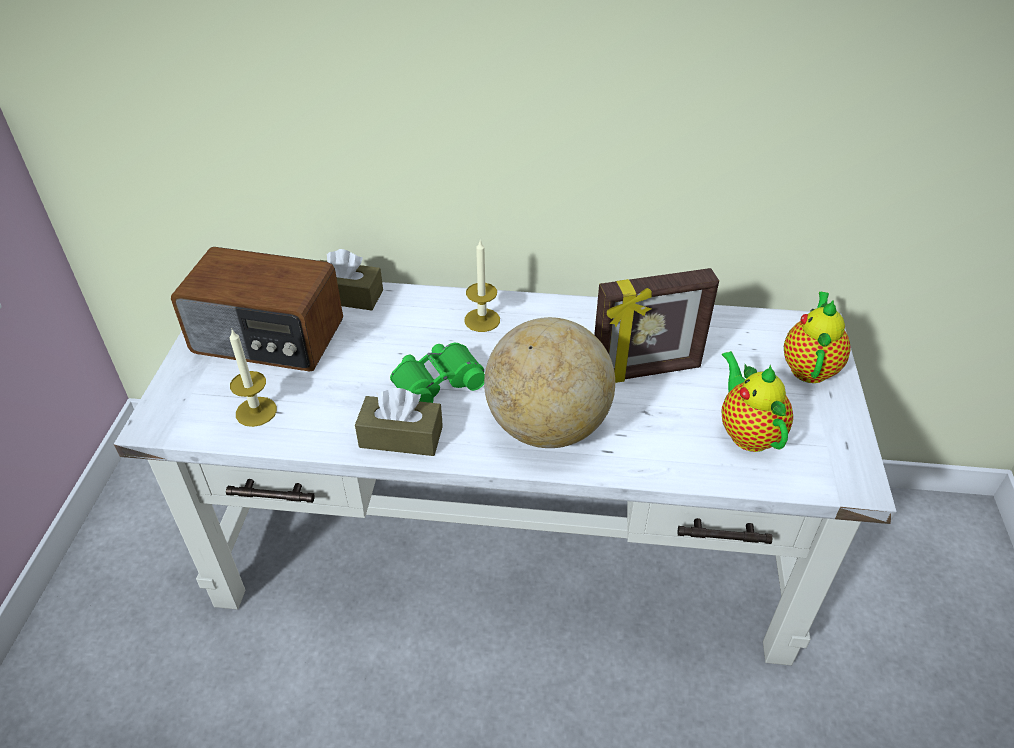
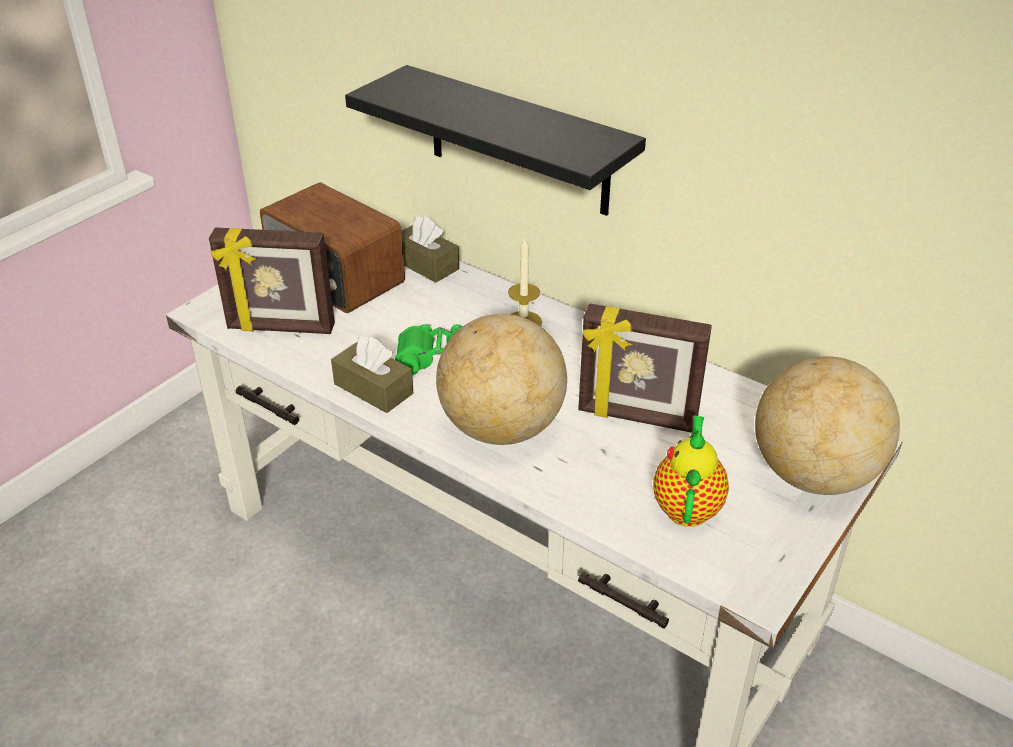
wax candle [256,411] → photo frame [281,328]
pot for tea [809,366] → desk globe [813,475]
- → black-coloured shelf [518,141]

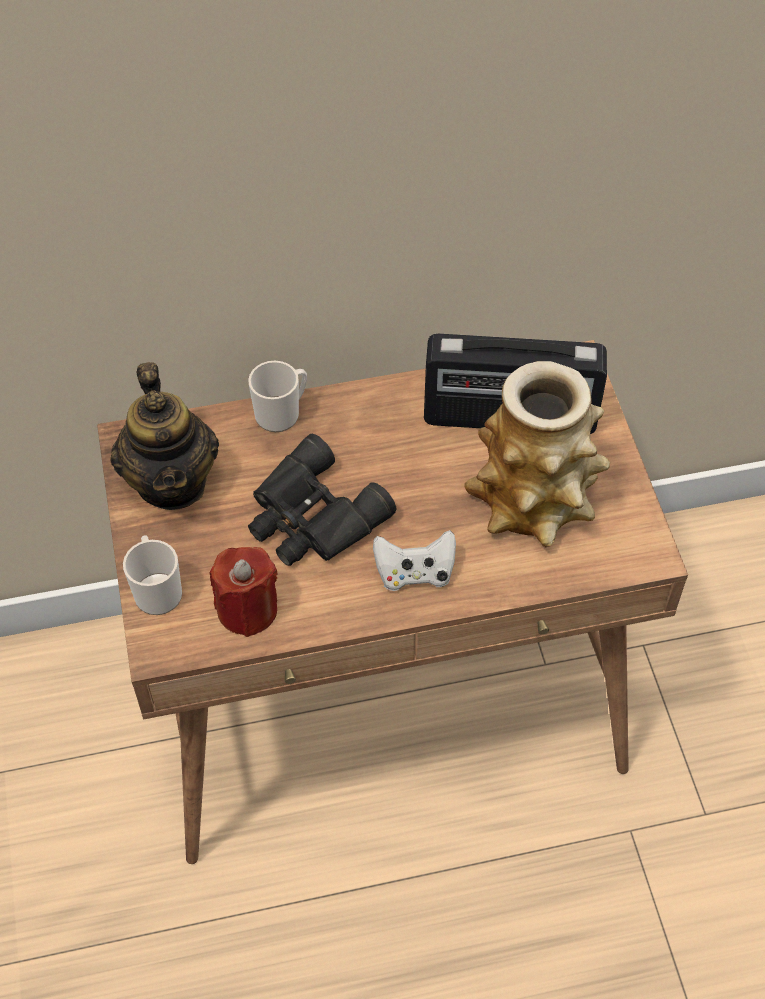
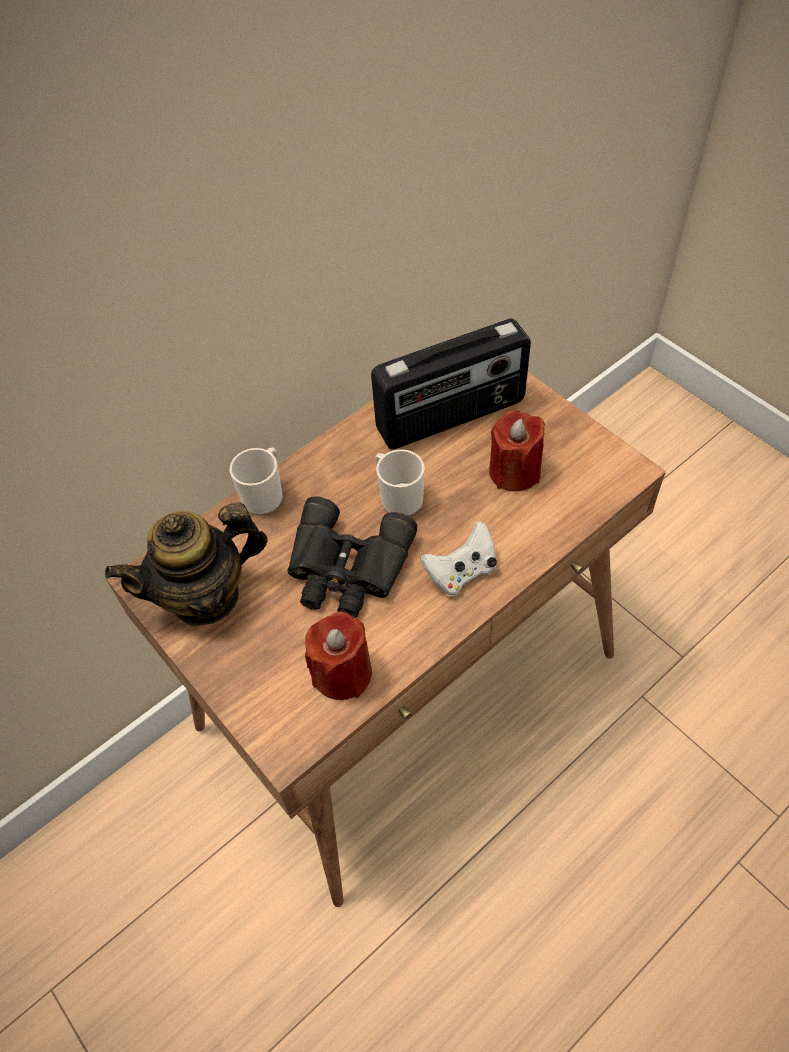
pot for tea [172,482] → pot for tea [206,596], 105 degrees clockwise
tea mug [157,590] → tea mug [398,498], relocated
decorative vase [533,502] → red-coloured wax candle [514,472]

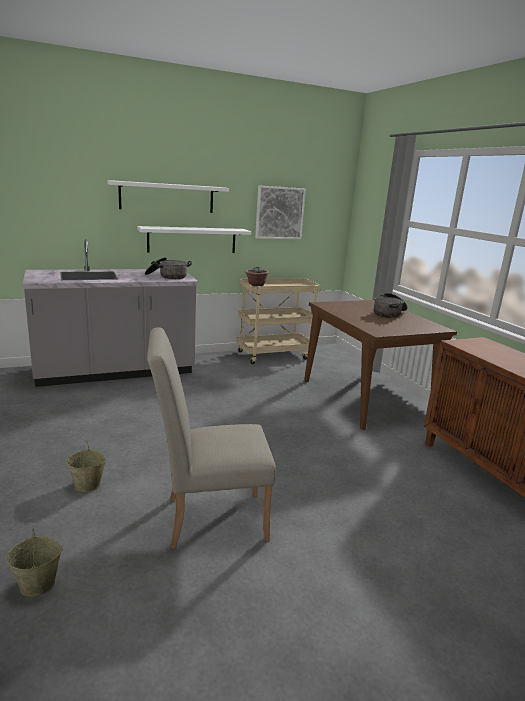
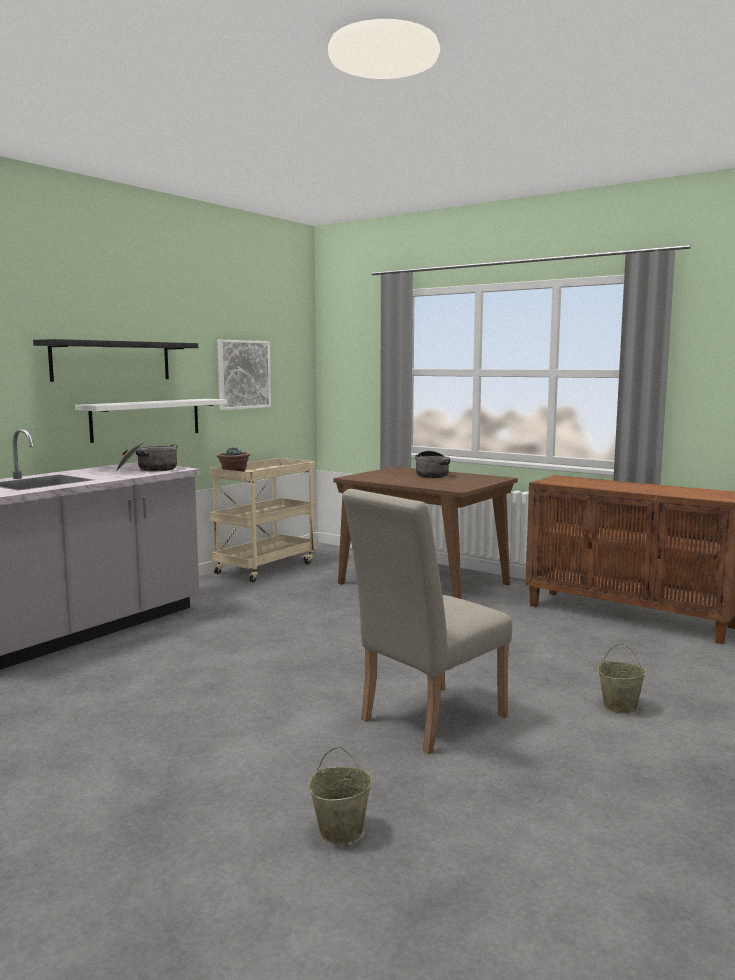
beige bucket [88,485] → beige bucket [620,706], relocated
whitish shelf [167,197] → black-coloured shelf [112,361]

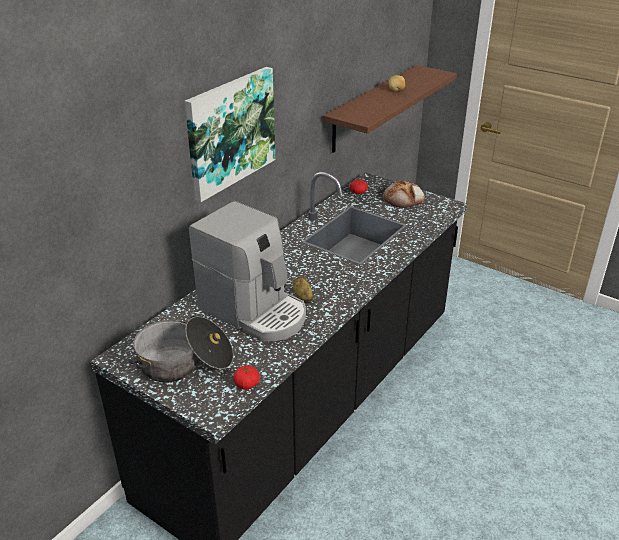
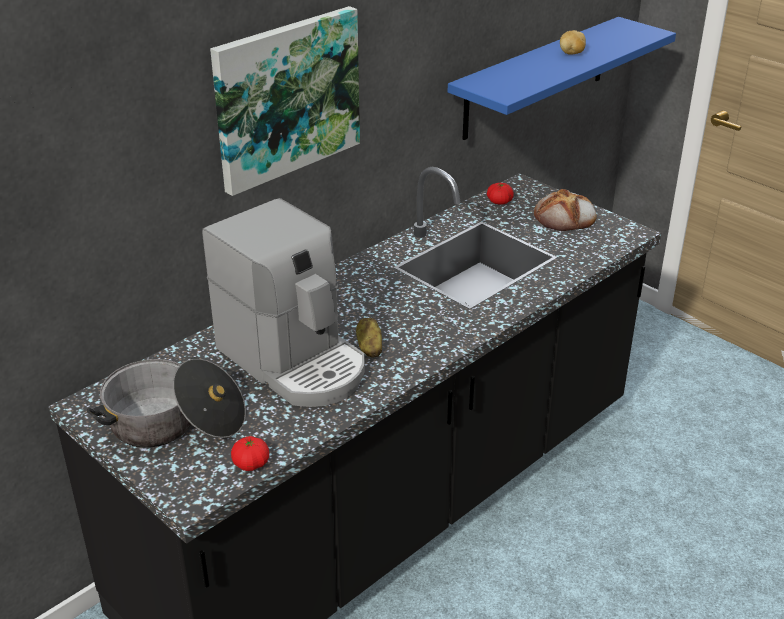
brown-coloured shelf [372,108] → blue-coloured shelf [536,78]

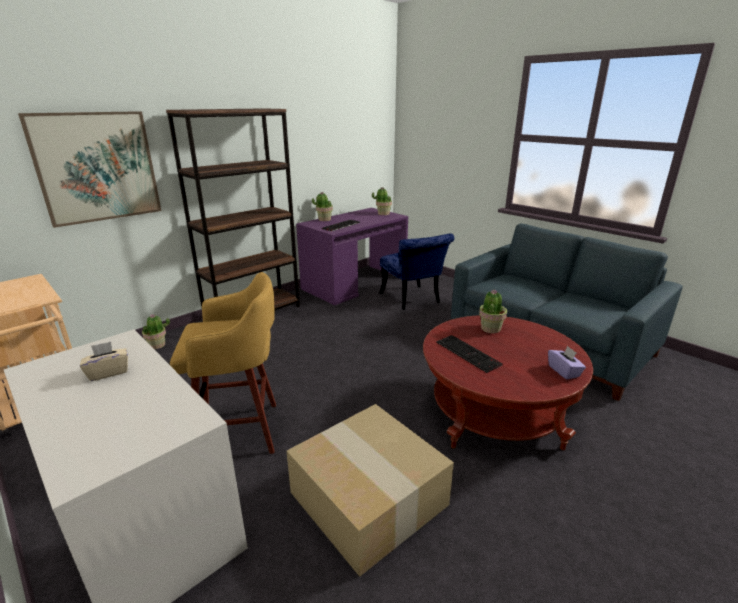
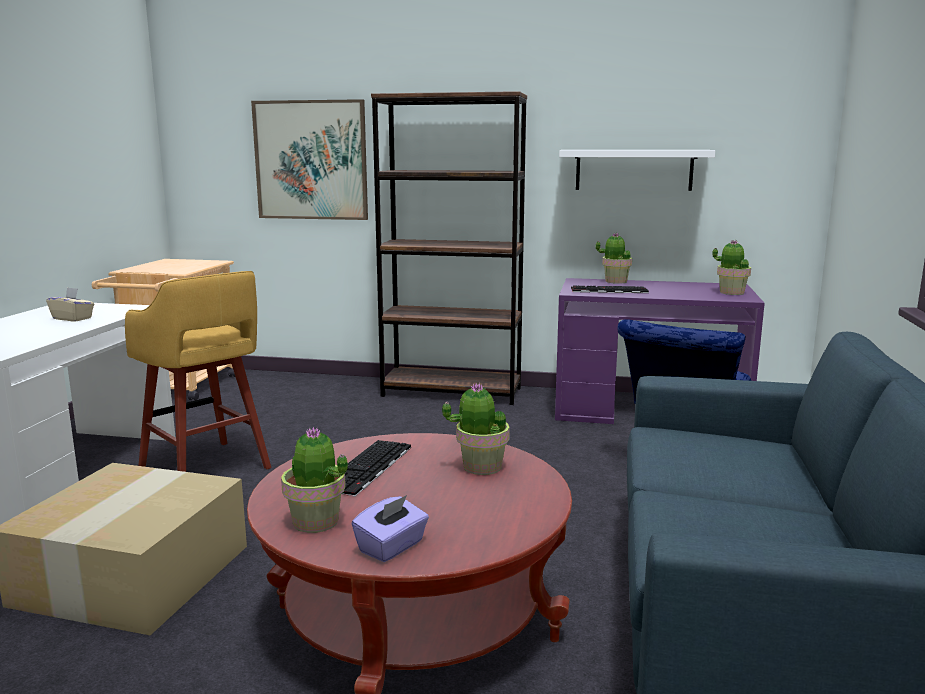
houseplant [157,345] → houseplant [316,522], relocated
- → whitish shelf [634,170]

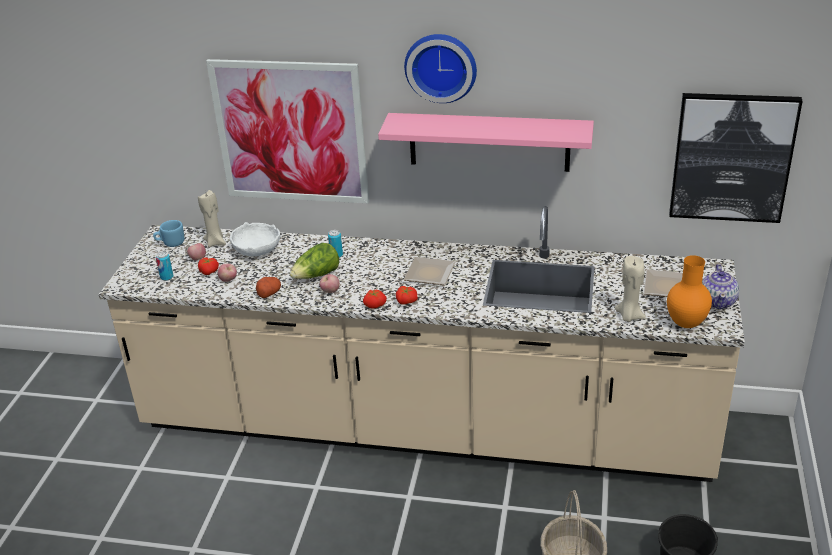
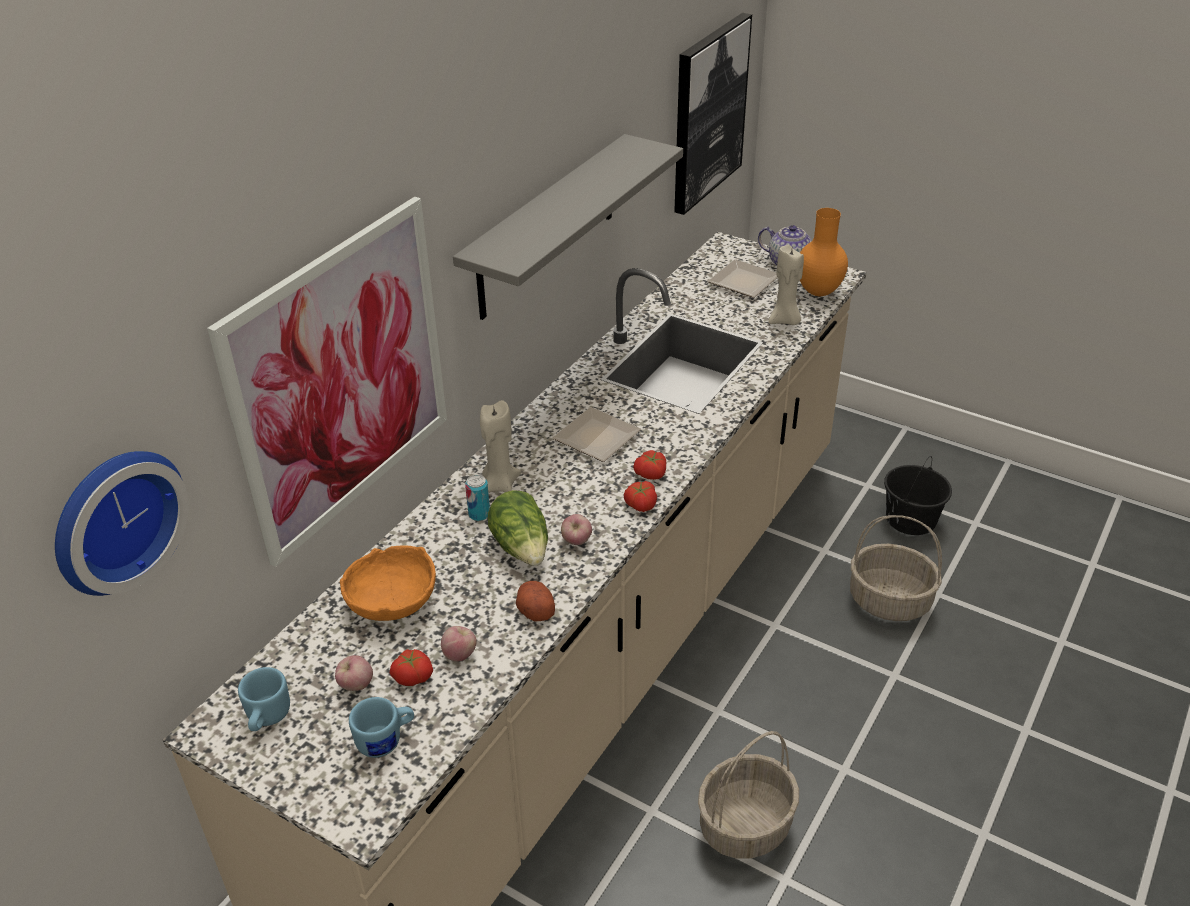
sealed can [167,277] → blue-coloured tea mug [386,740]
beige wax candle [215,242] → beige wax candle [499,484], relocated
whitish bowl [257,250] → orange-coloured bowl [391,601]
pink shelf [489,142] → grey shelf [547,227]
hanging clock [441,66] → hanging clock [113,518], relocated
- → basket [745,826]

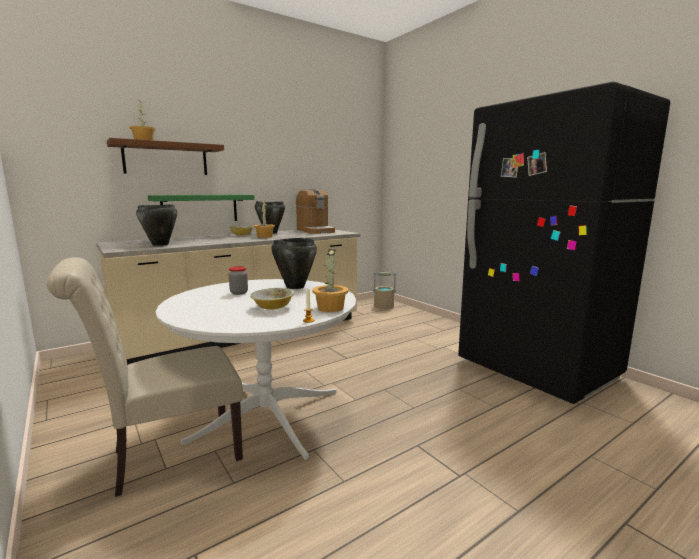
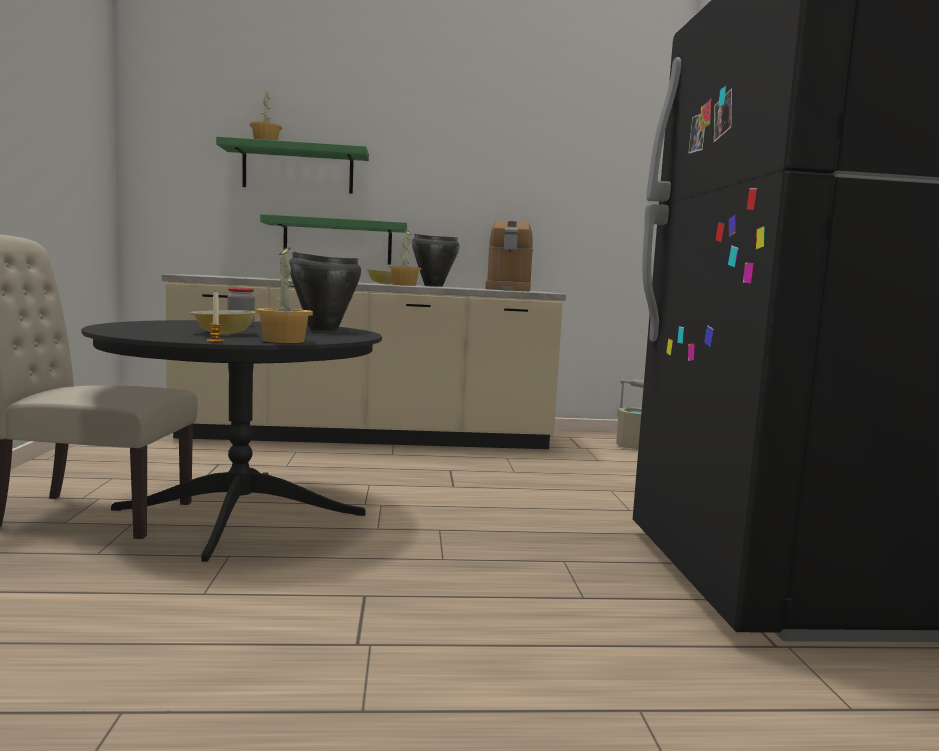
brown-coloured shelf [166,159] → green-coloured shelf [298,169]
black-coloured stockpot [160,244] → -
whitish kitchen table [266,415] → black-coloured kitchen table [240,512]

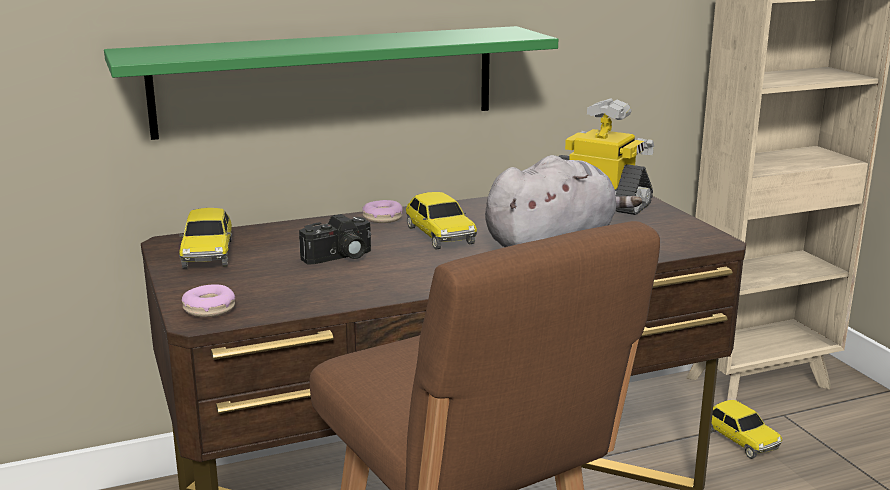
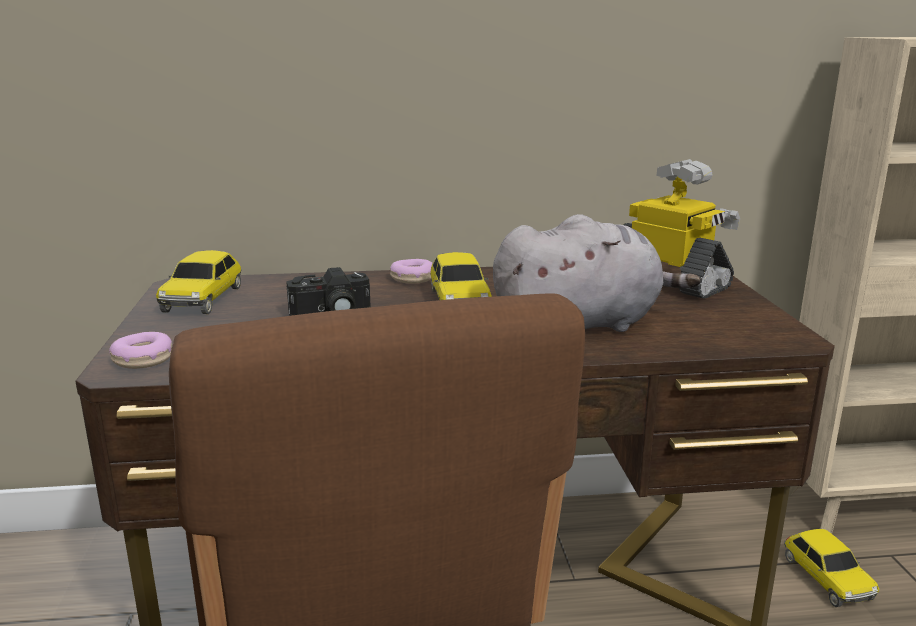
green-coloured shelf [327,80] → -

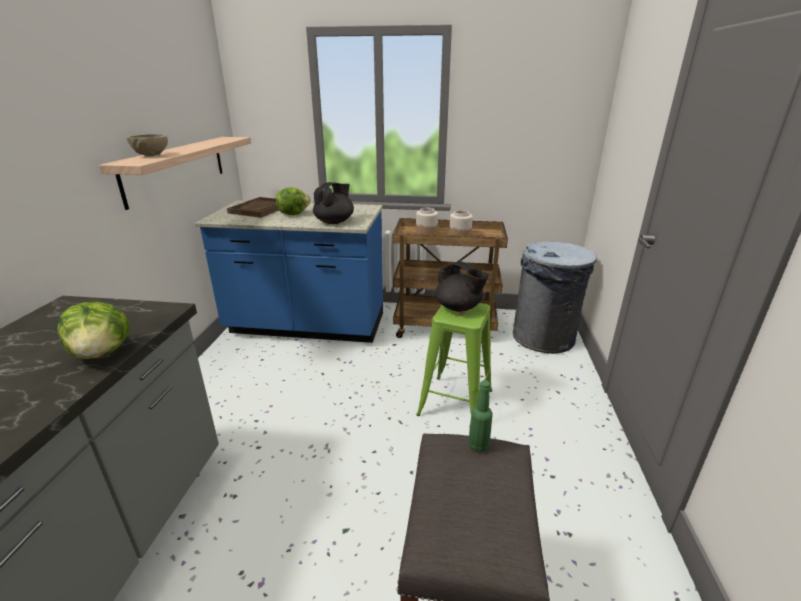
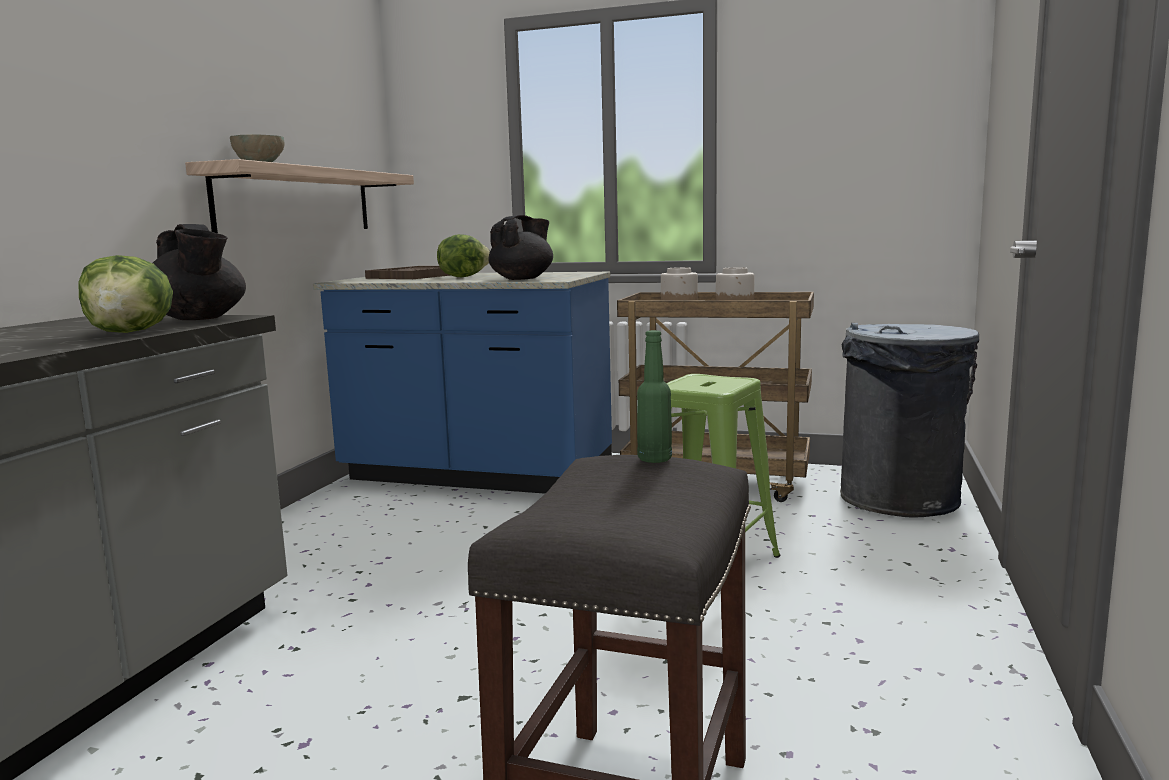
black-coloured pot for tea [459,308] → black-coloured pot for tea [198,319], relocated

